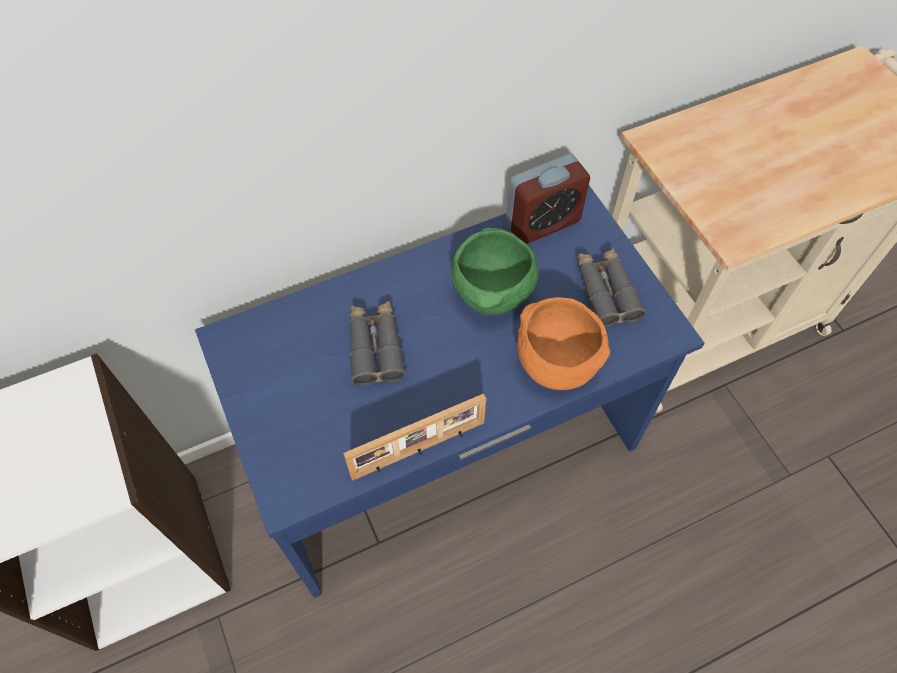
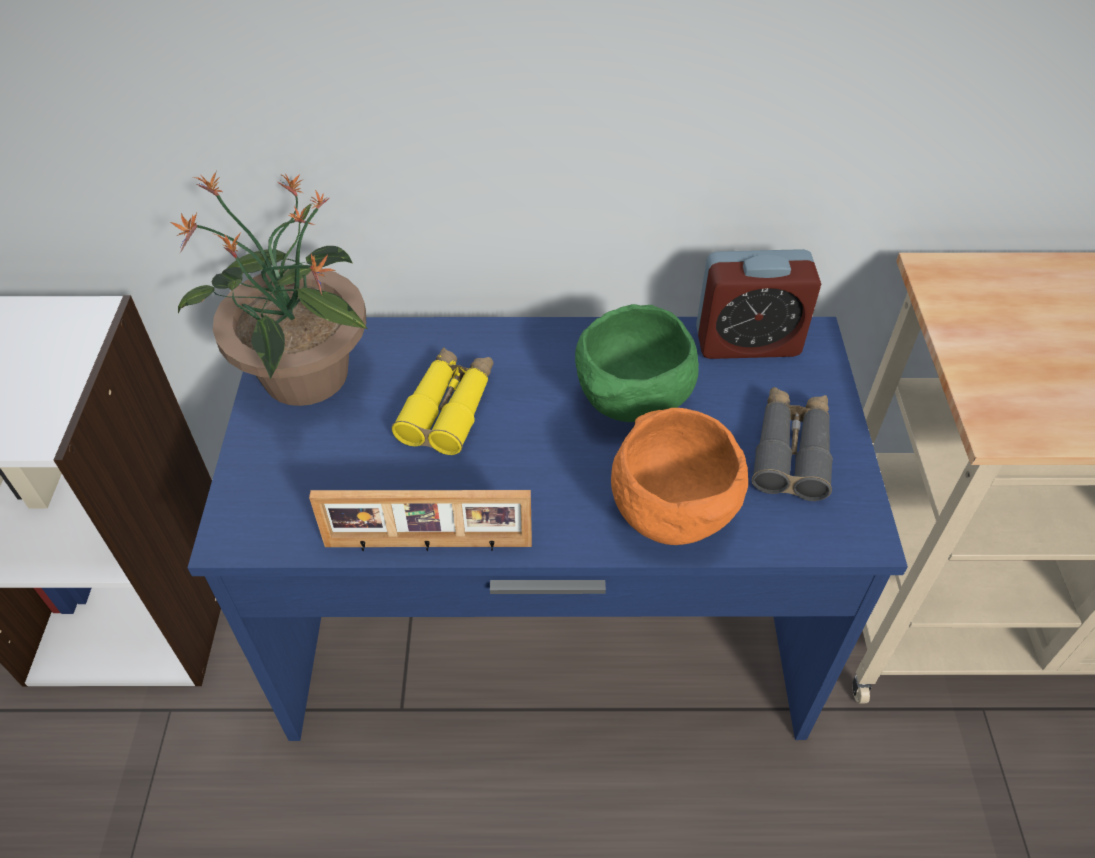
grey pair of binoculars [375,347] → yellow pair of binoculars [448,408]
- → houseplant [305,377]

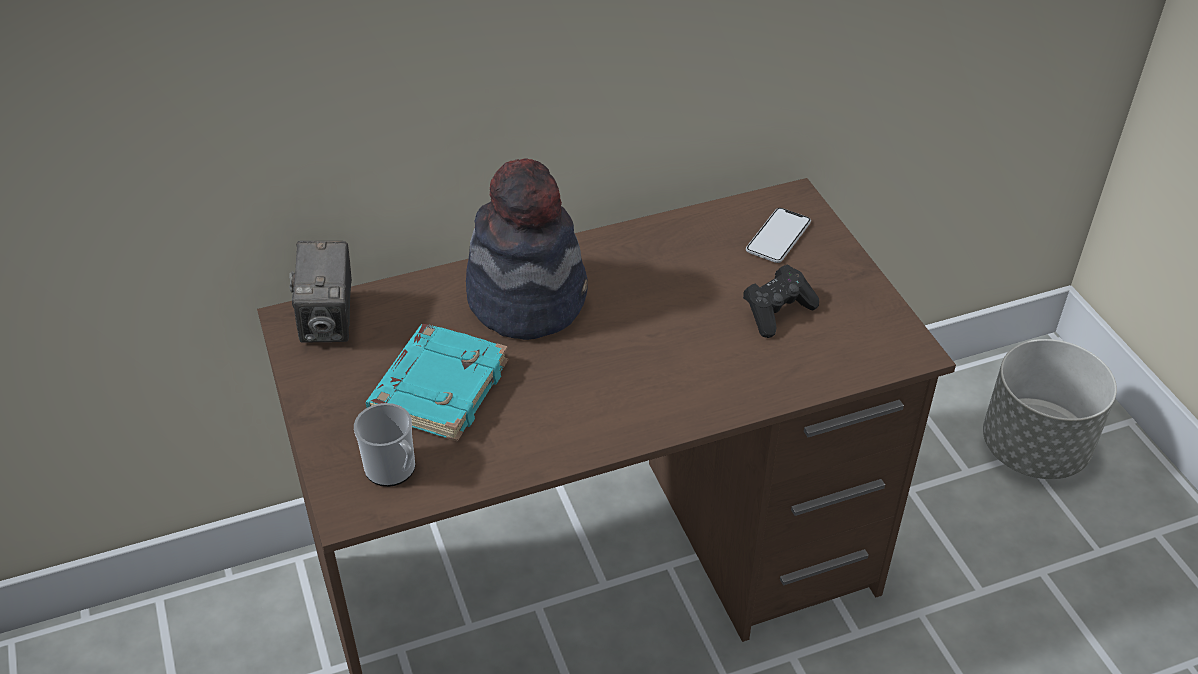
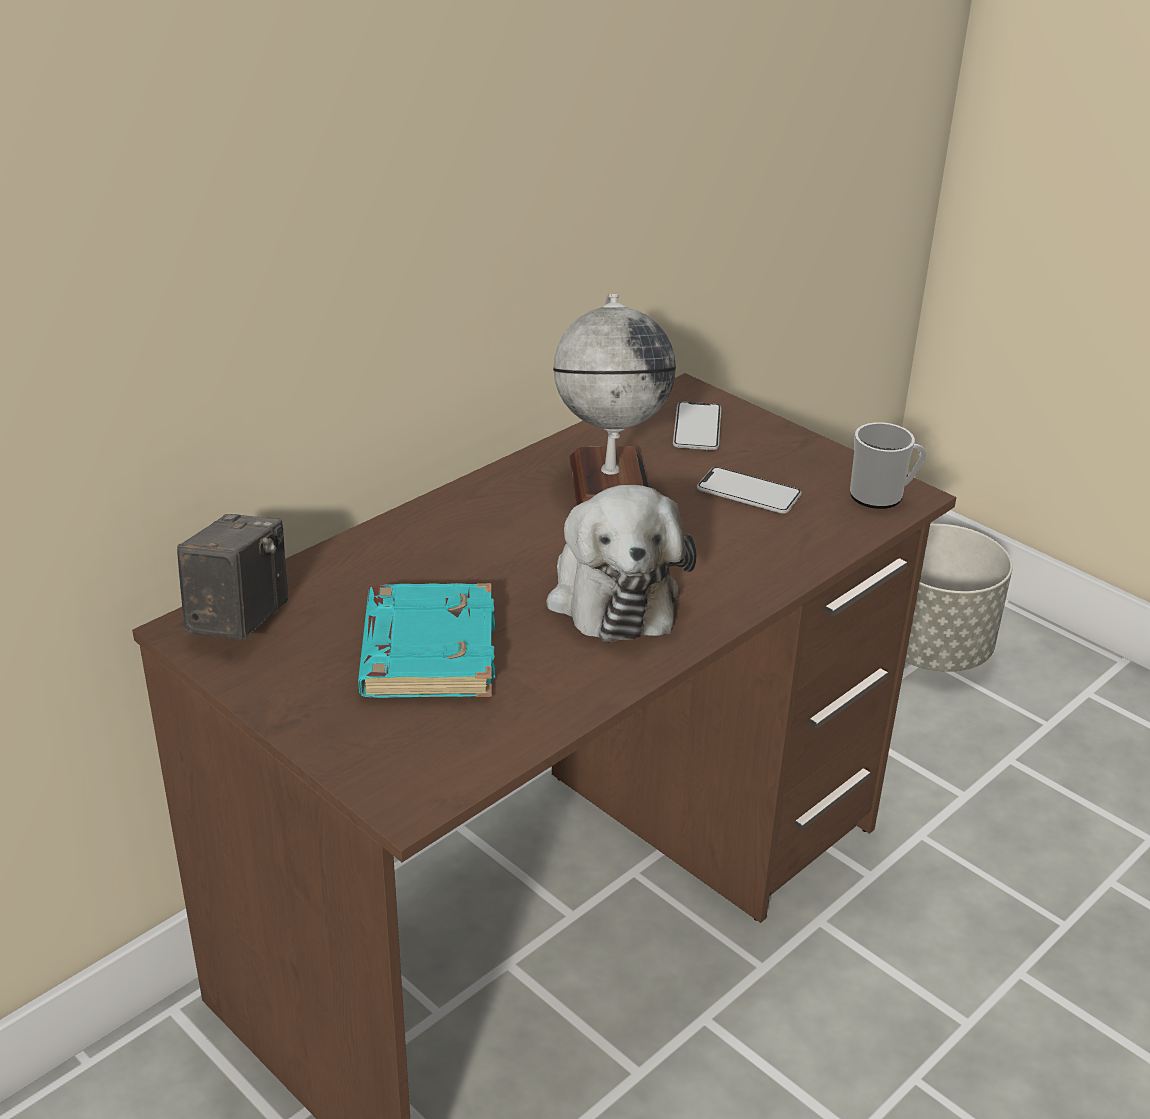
still camera [329,322] → still camera [239,620], 135 degrees counterclockwise
tea mug [394,471] → tea mug [882,496], relocated
hat [527,298] → -
black-coloured gamepad [777,312] → telephone [748,492]
- → cuddly toy [612,593]
- → desk globe [609,483]

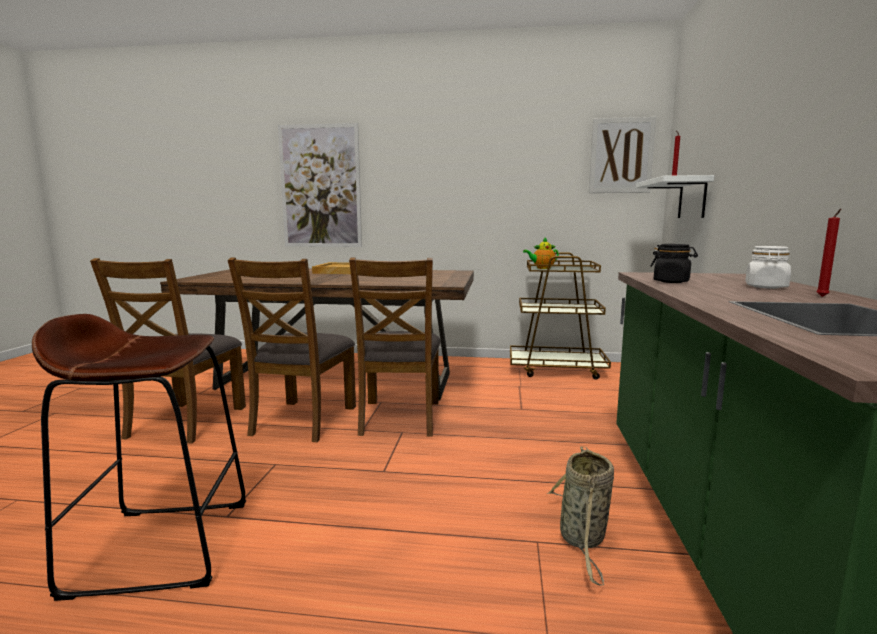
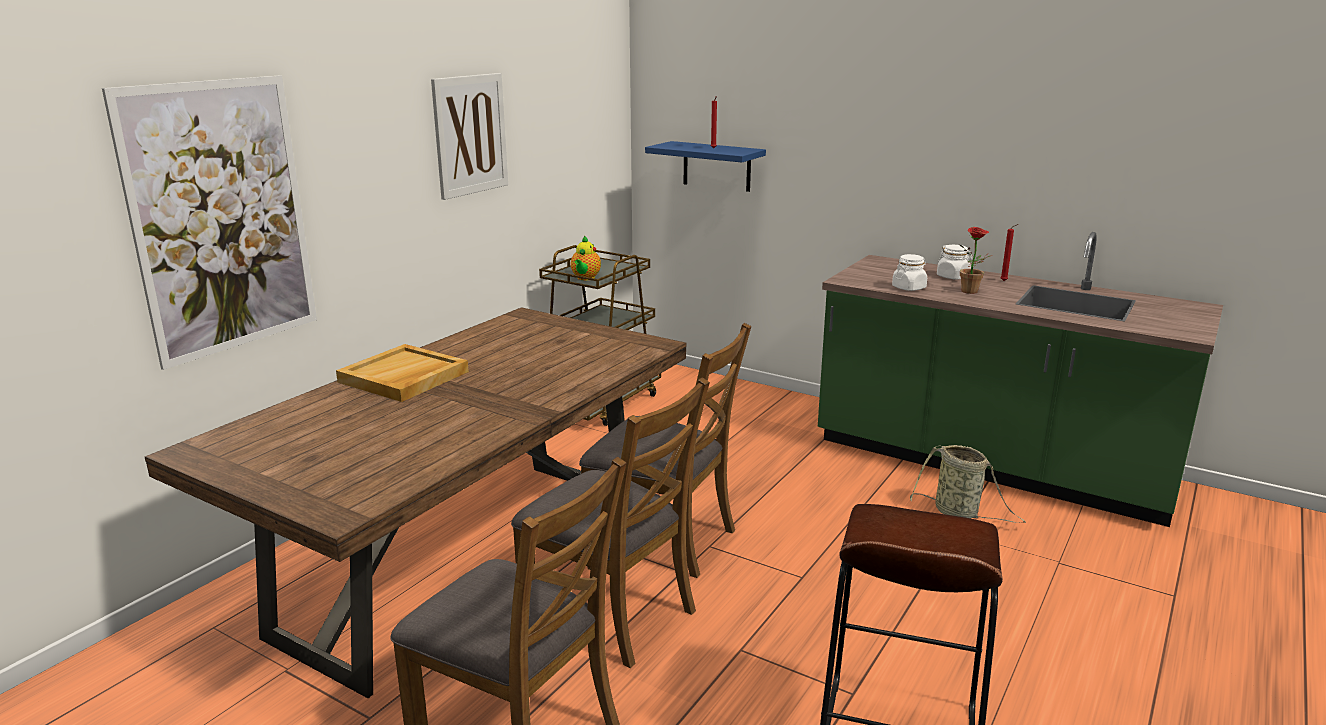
wall picture [621,156] → wall picture [470,135], relocated
whitish shelf [692,198] → blue-coloured shelf [716,166]
black-coloured jar [671,281] → whitish jar [909,288]
- → houseplant [972,292]

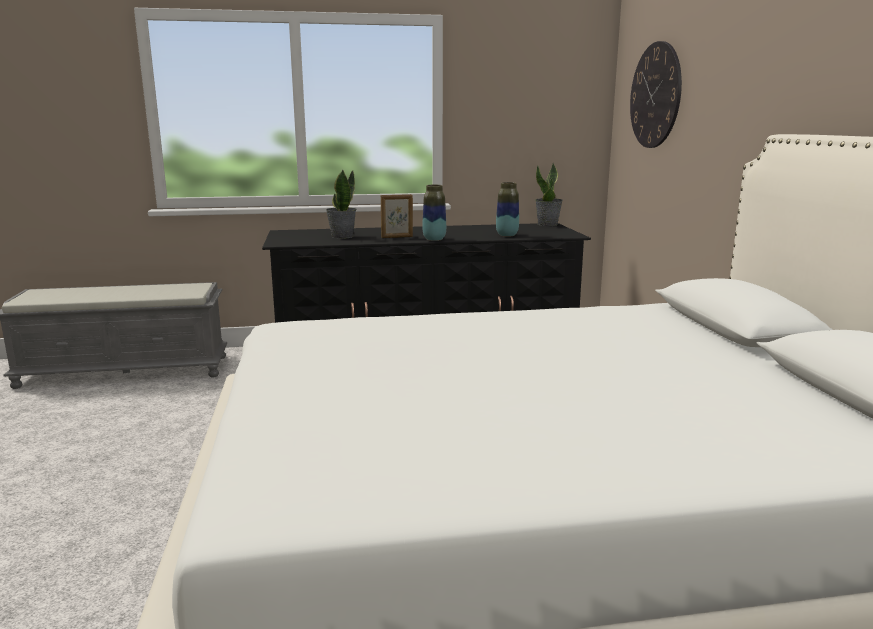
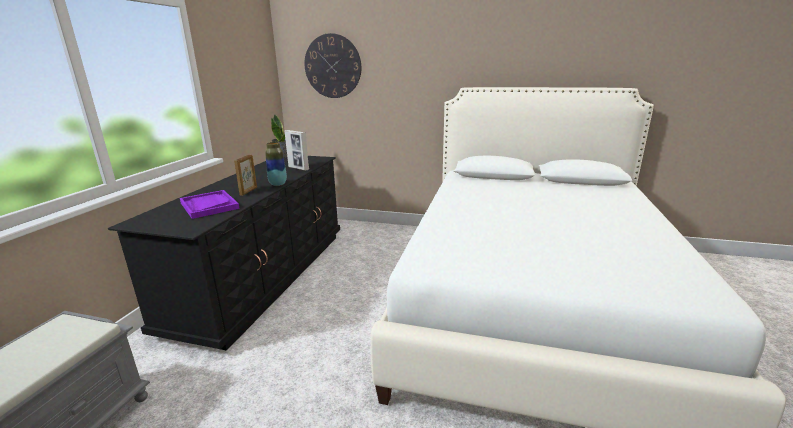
houseplant [342,236] → purple-coloured serving tray [209,205]
decorative vase [507,235] → photo frame [298,168]

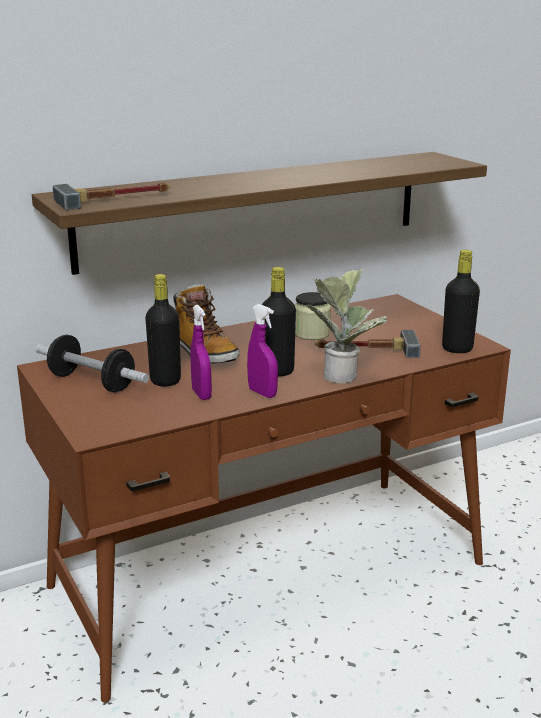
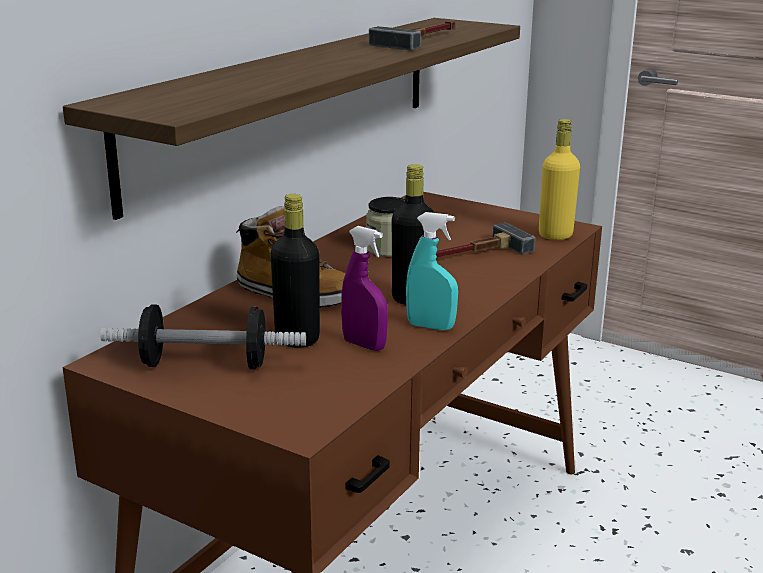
tool hammer [116,199] → tool hammer [423,39], relocated
purple-coloured spray bottle [262,393] → blue-green spray bottle [430,326]
houseplant [343,373] → -
black-coloured bottle [457,349] → yellow bottle [555,235]

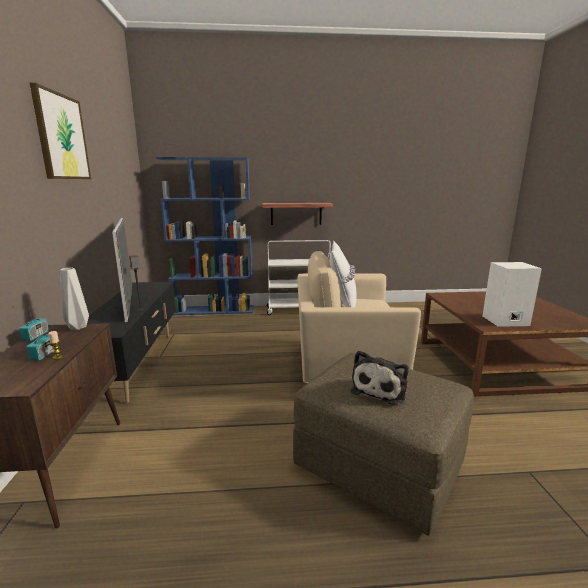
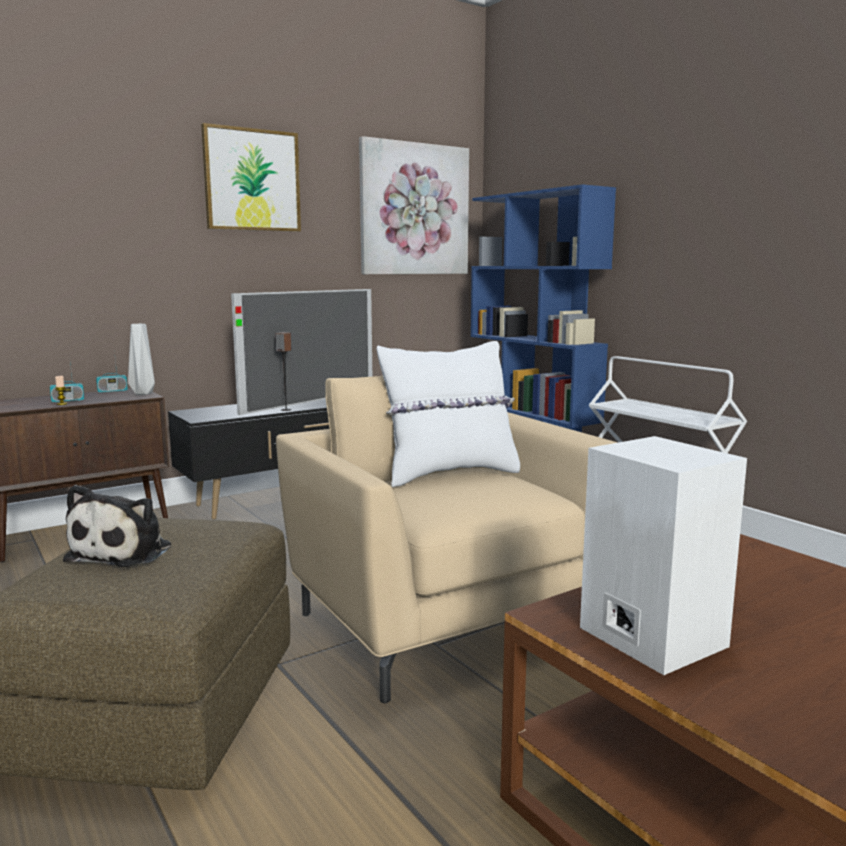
shelf [296,213] → -
cuddly toy [380,389] → cuddly toy [124,552], 75 degrees counterclockwise
- → wall picture [414,209]

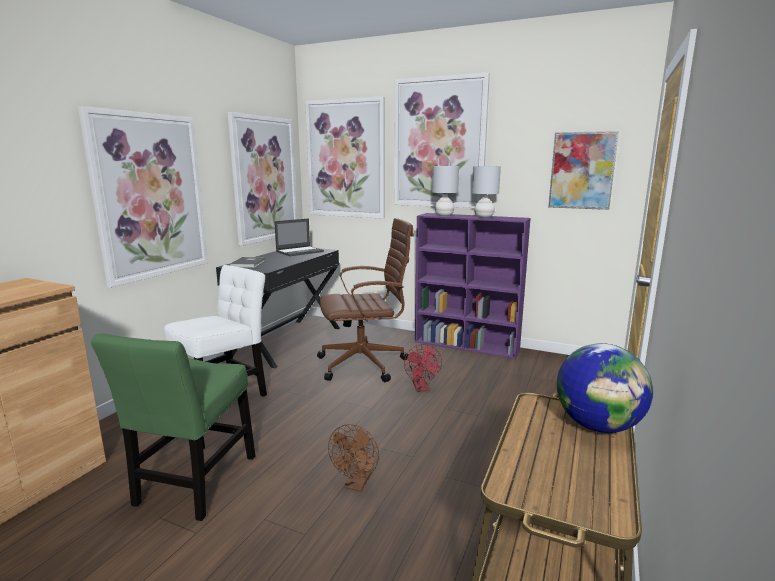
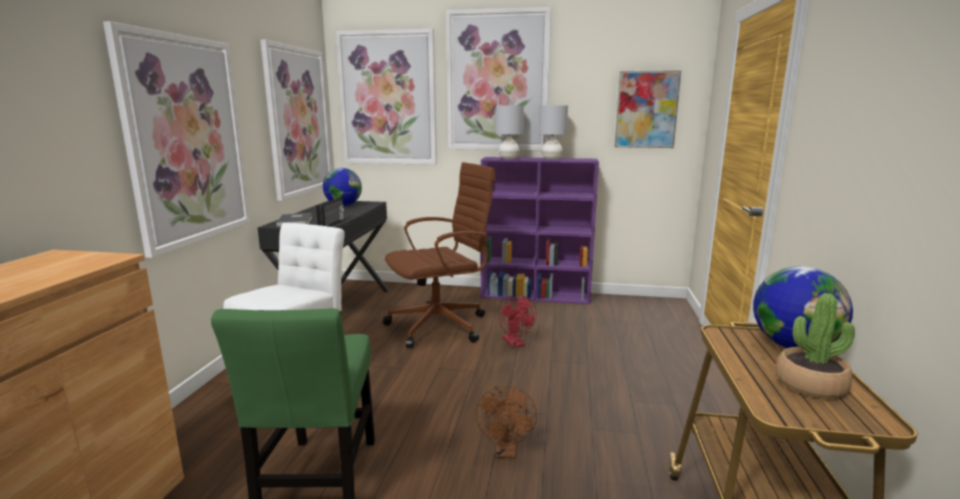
portable computer [300,251] → desk globe [343,205]
- → radio set [332,223]
- → houseplant [810,385]

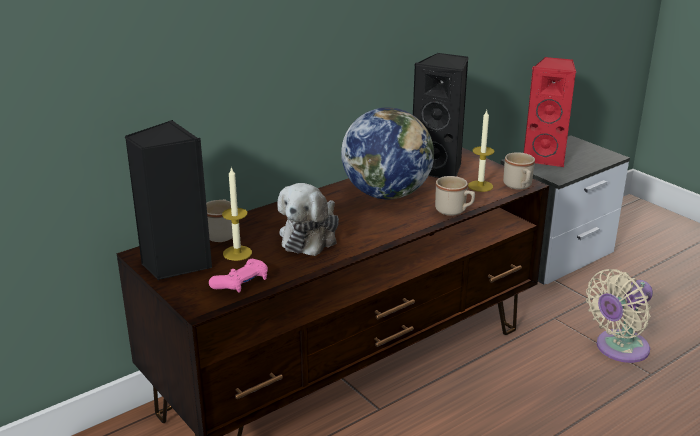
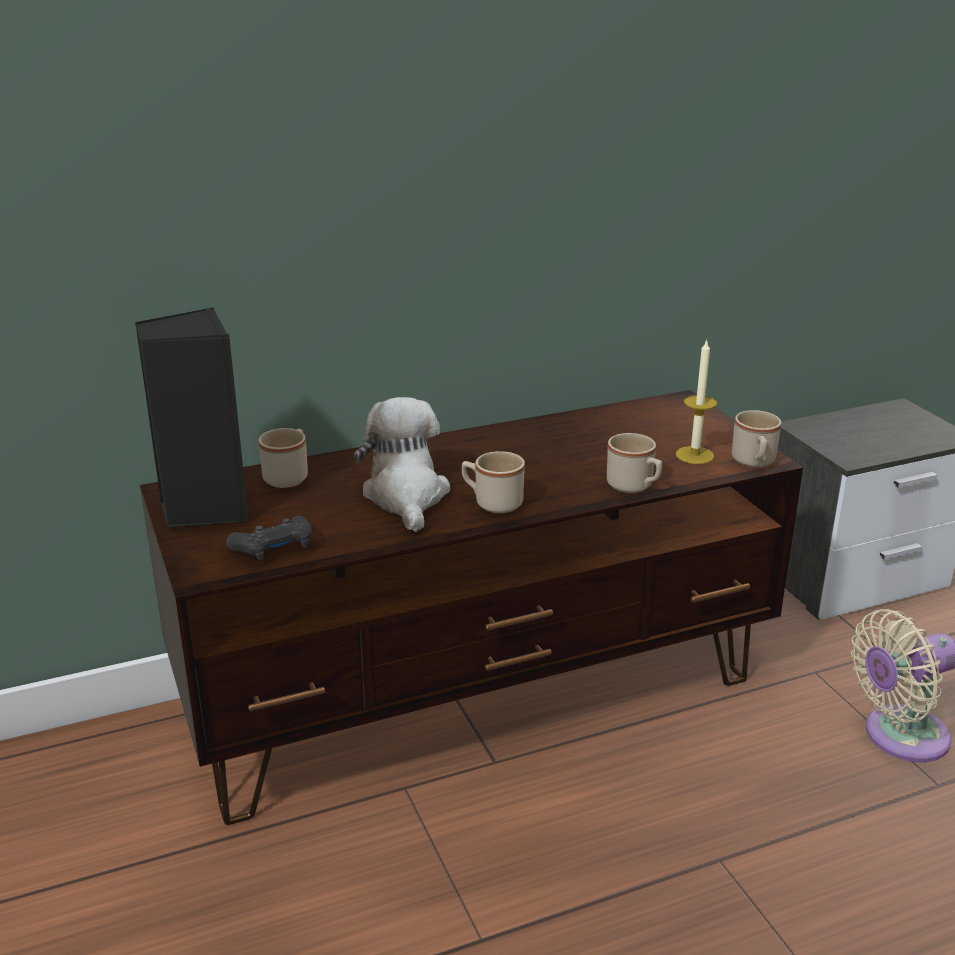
pink gamepad [241,283] → black-coloured gamepad [274,548]
wax candle [237,253] → -
cuddly toy [310,236] → cuddly toy [406,497], 135 degrees clockwise
desk globe [387,194] → -
black-coloured speaker [439,169] → -
red-coloured speaker [545,158] → -
- → beige tea mug [492,503]

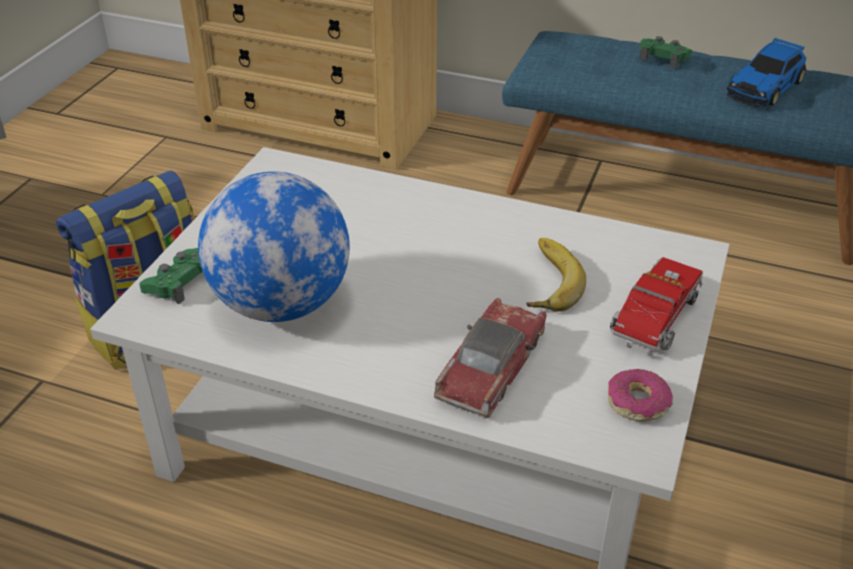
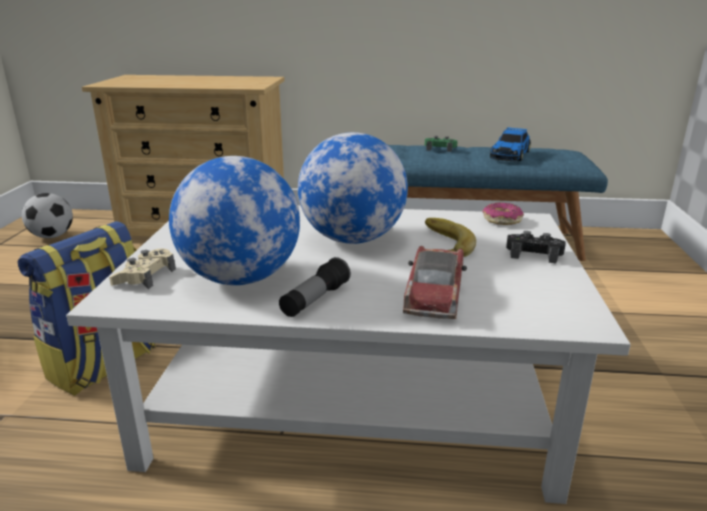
green-coloured gamepad [180,282] → beige gamepad [145,276]
ring doughnut [637,403] → ring doughnut [501,220], relocated
toy lorry [654,321] → black-coloured gamepad [534,254]
- → ball for football [52,236]
- → flashlight [315,300]
- → desk globe [352,239]

